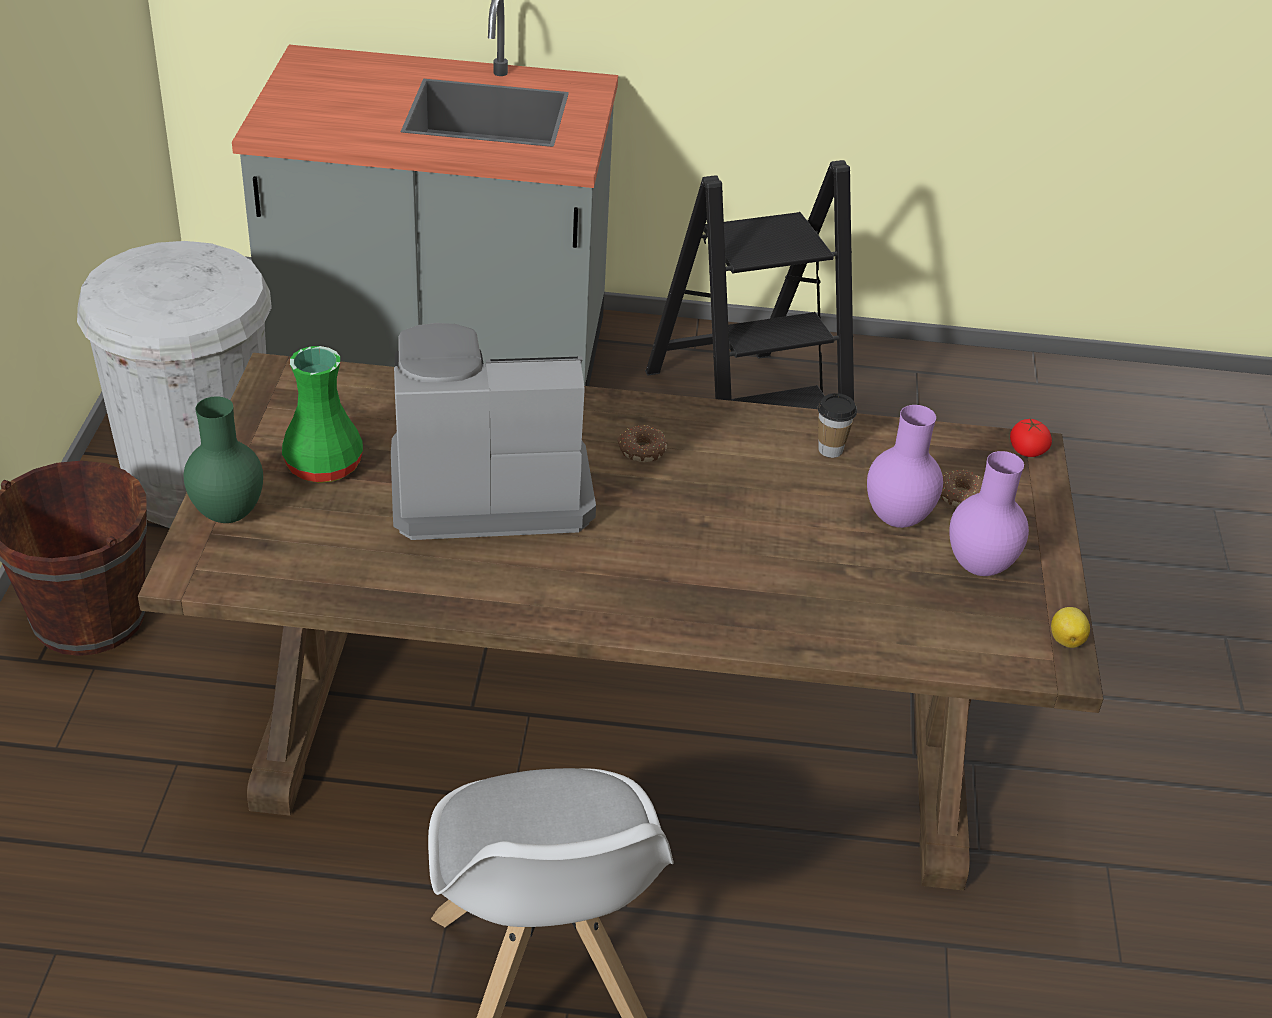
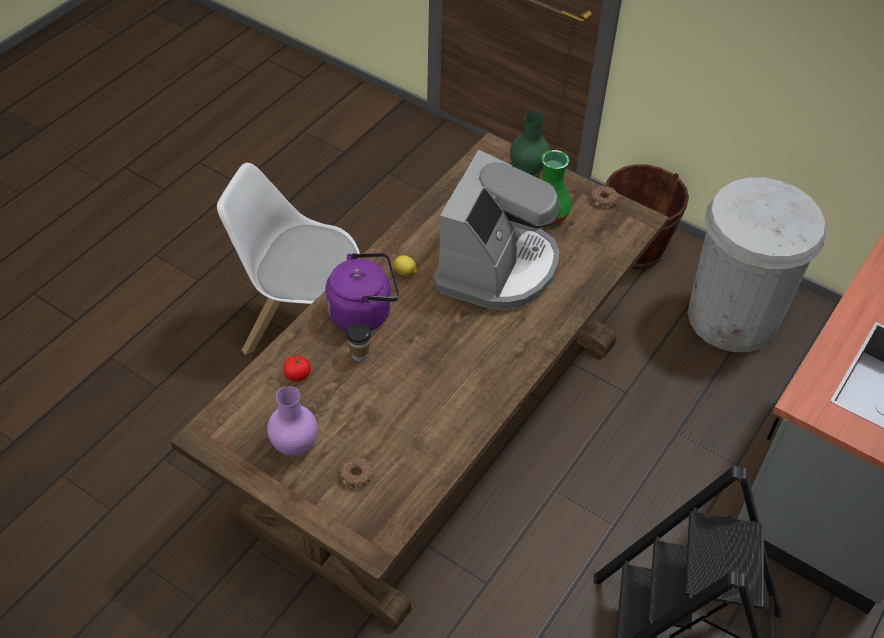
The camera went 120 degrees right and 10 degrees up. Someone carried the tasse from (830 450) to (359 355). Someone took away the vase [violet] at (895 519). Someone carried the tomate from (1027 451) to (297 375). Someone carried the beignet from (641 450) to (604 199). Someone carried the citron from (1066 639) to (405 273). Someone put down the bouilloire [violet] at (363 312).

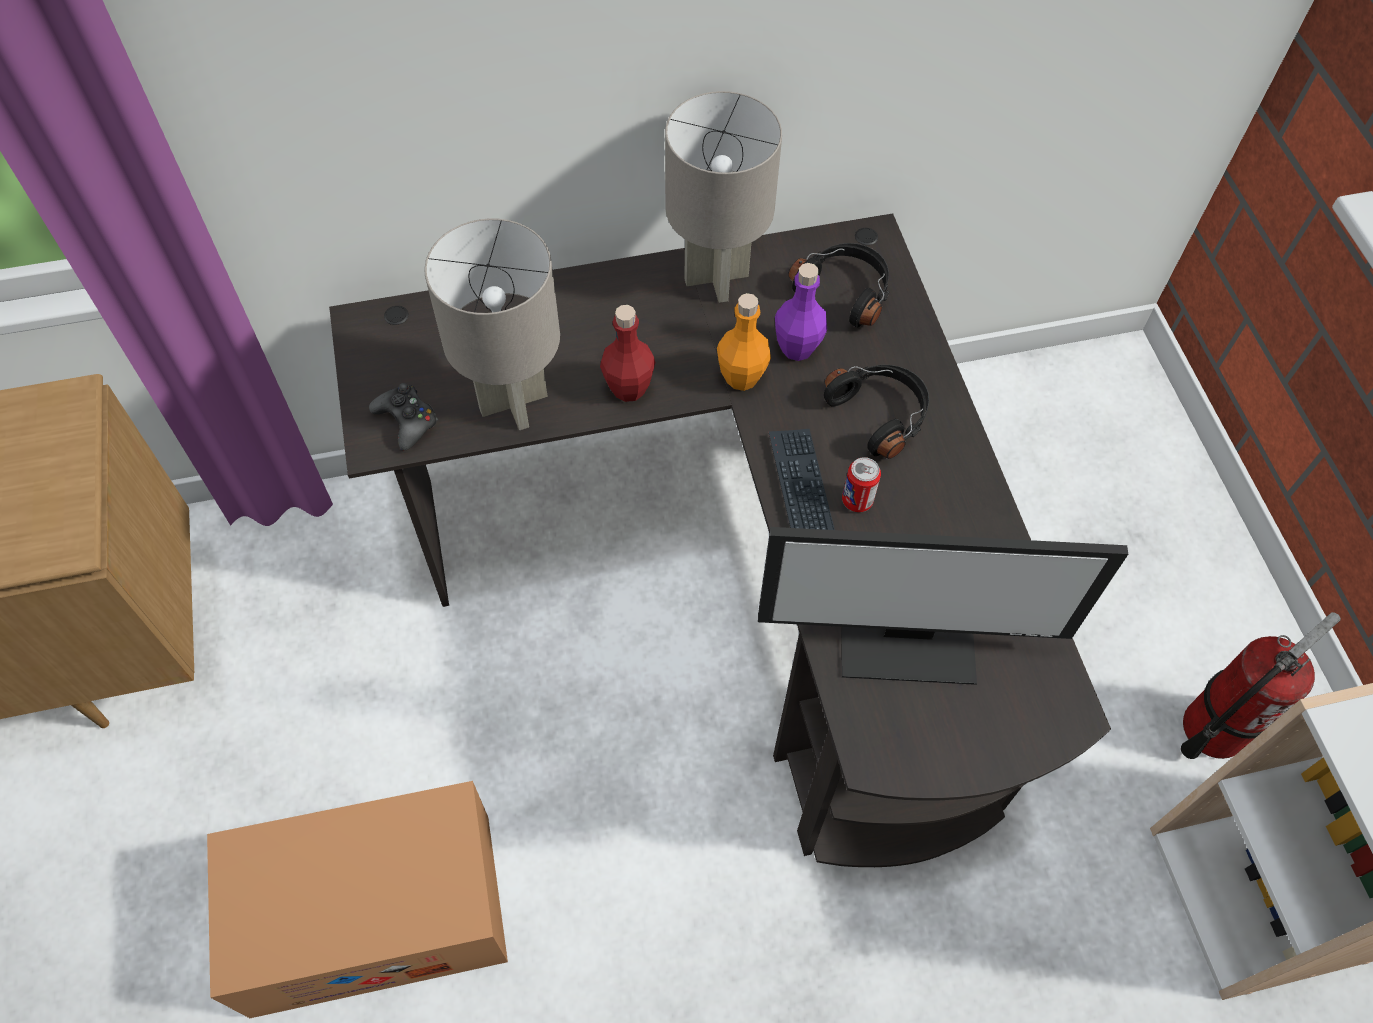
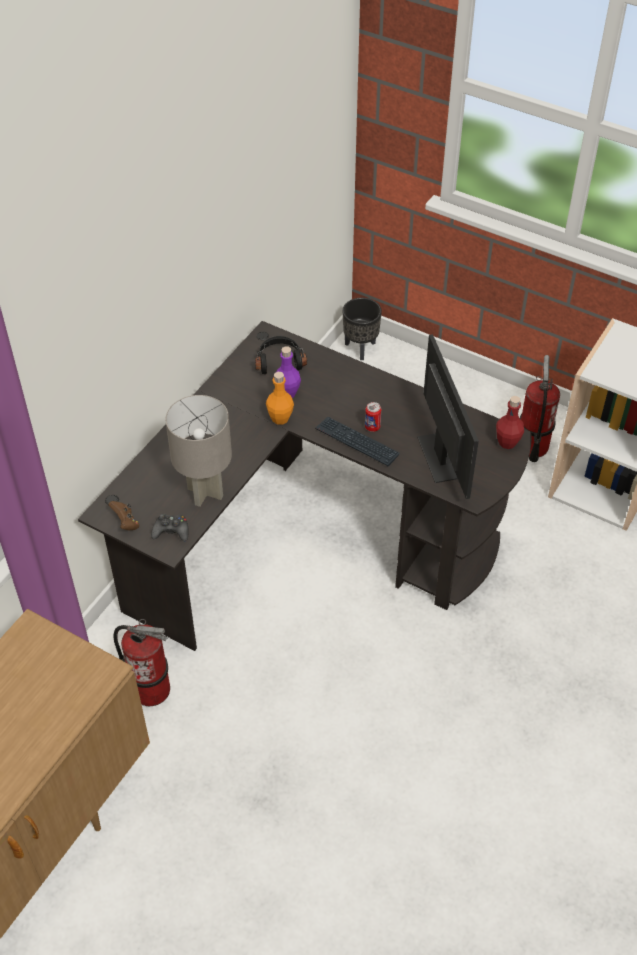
The camera went 45 degrees left and 10 degrees down. Someone took away the lampe de table [gris] at (717 277). Someone carried the bouteille [rouge] from (628 388) to (507 442). Someone took away the casque audio [noir] at (880 414). Someone rotated the écran d'ordinateur at (909 640) by 60 degrees counterclockwise. Someone took away the carton at (373 913). Someone put down the cache-pot [noir] at (361 348). Someone put down the manette [marron] at (126 522). Someone put down the extincteur at (151 689).

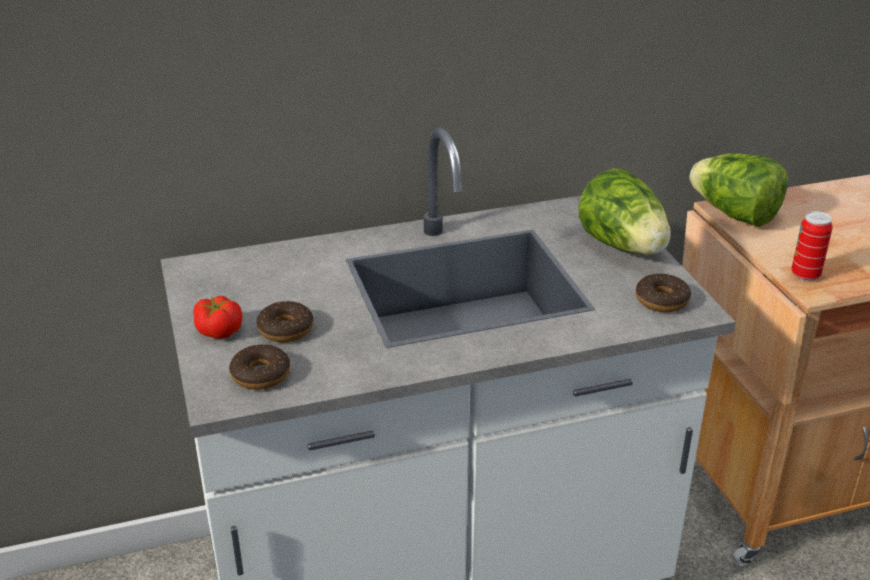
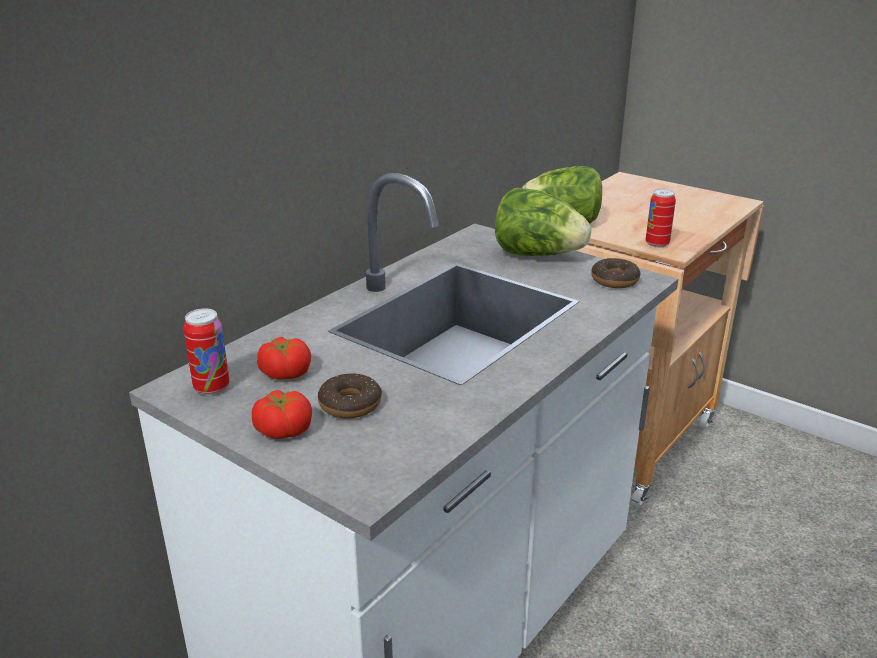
The camera went 35 degrees left and 5 degrees down. Someone took away the beignet at (260 375). Someone put down the boîte métallique at (211 388). Someone put down the tomate at (285 373).

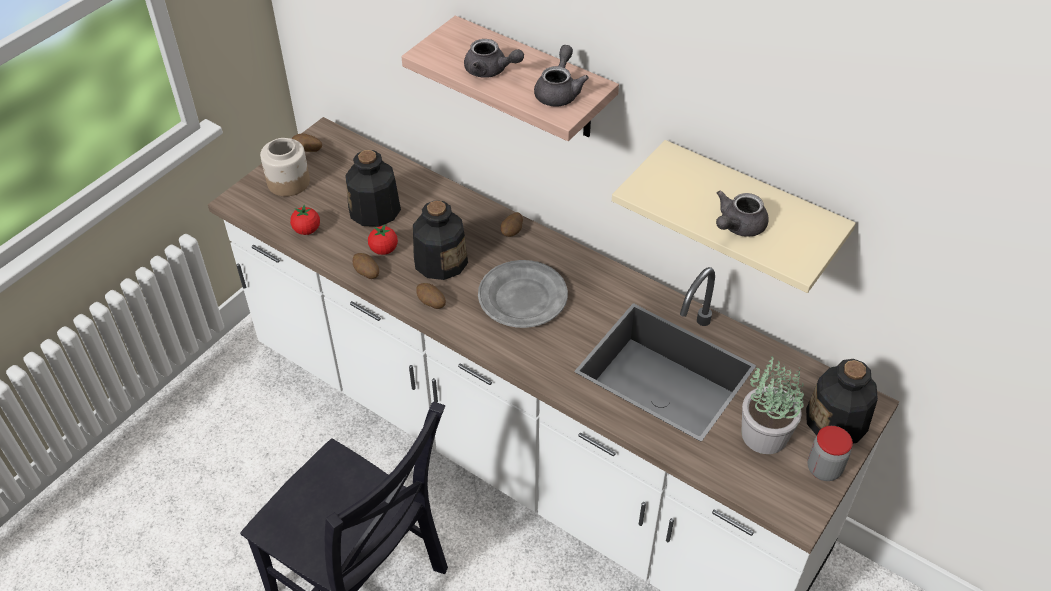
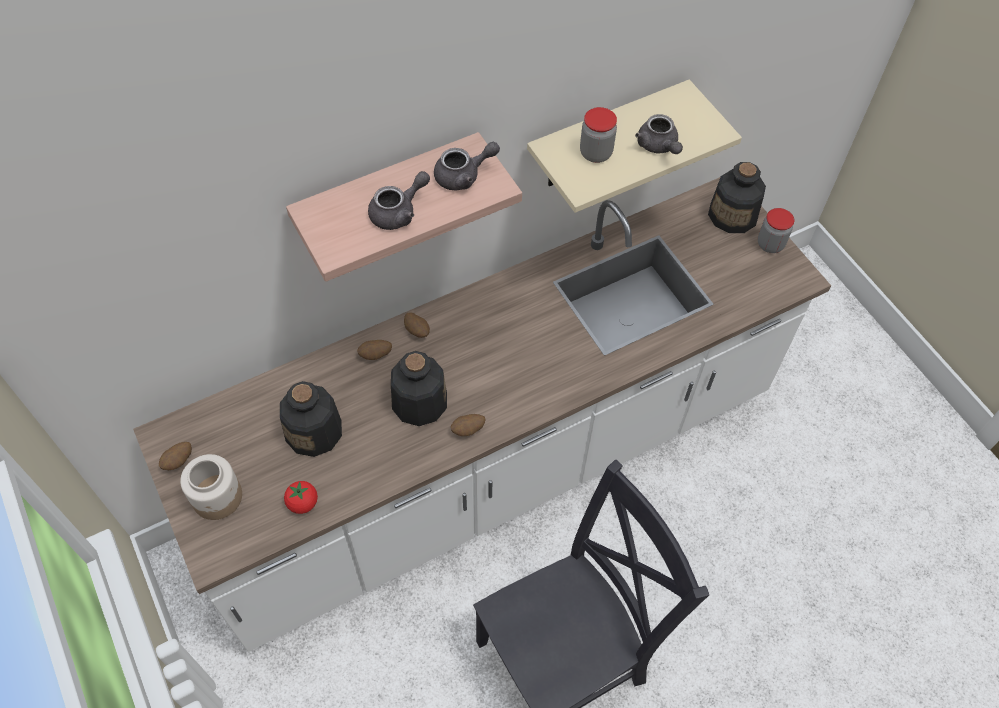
The camera went 65 degrees left and 10 degrees up. Someone rotated the théière [gris] at (559 91) by 120 degrees clockwise. Someone took away the tomate at (384 250). Someone carried the pomme de terre from (366 273) to (375 355). Someone took away the assiette [gris] at (522 298). Someone took away the plante en pot at (763 434). Someone put down the bocal at (595 153).

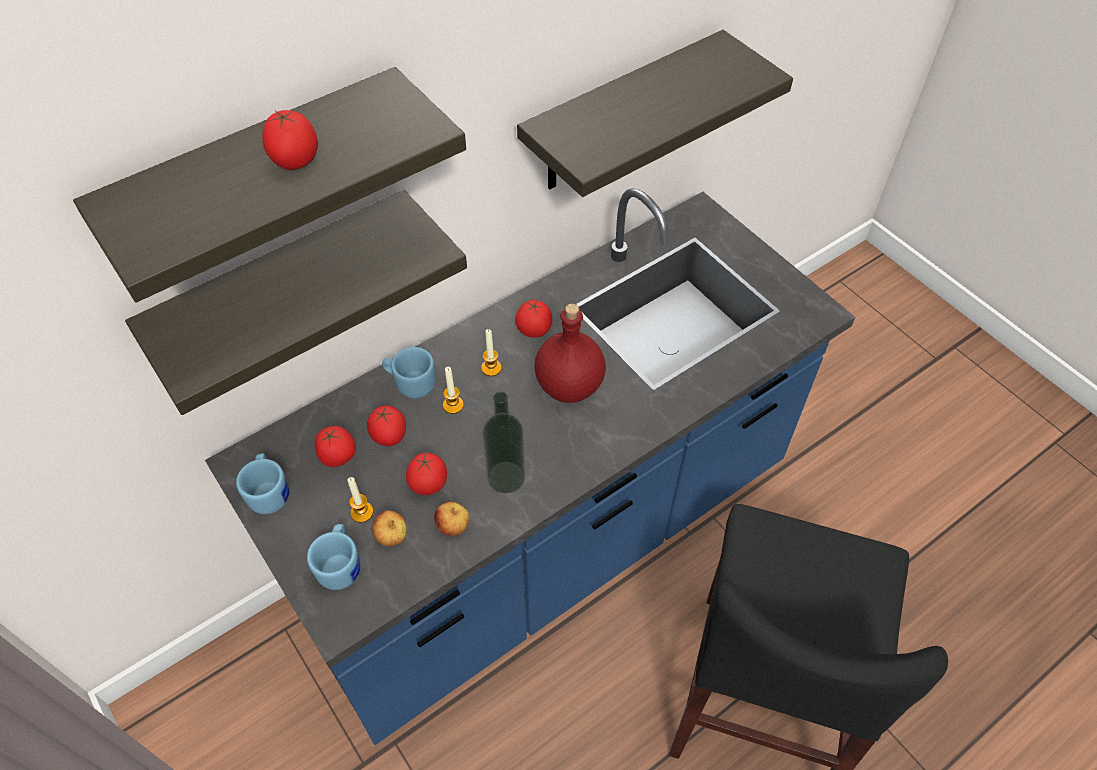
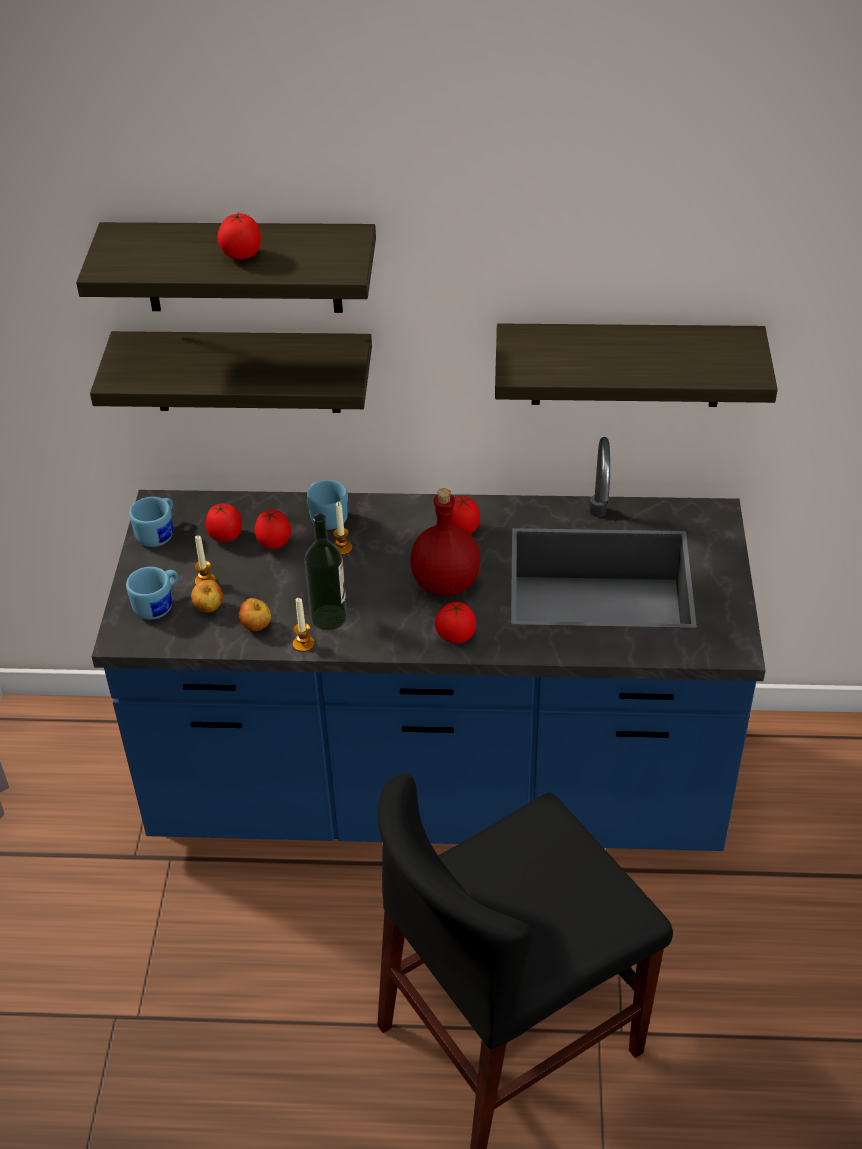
The camera went 40 degrees right and 10 degrees down. Someone carried the bougie from (491 368) to (303 644). Someone carried the tomate from (428 485) to (455 637).

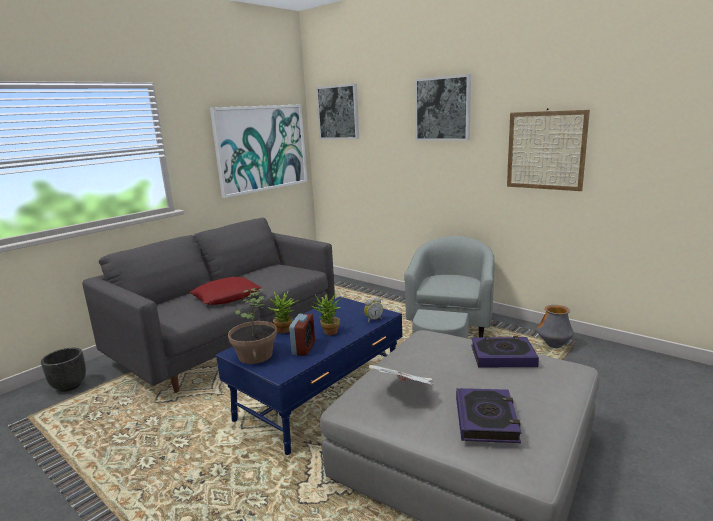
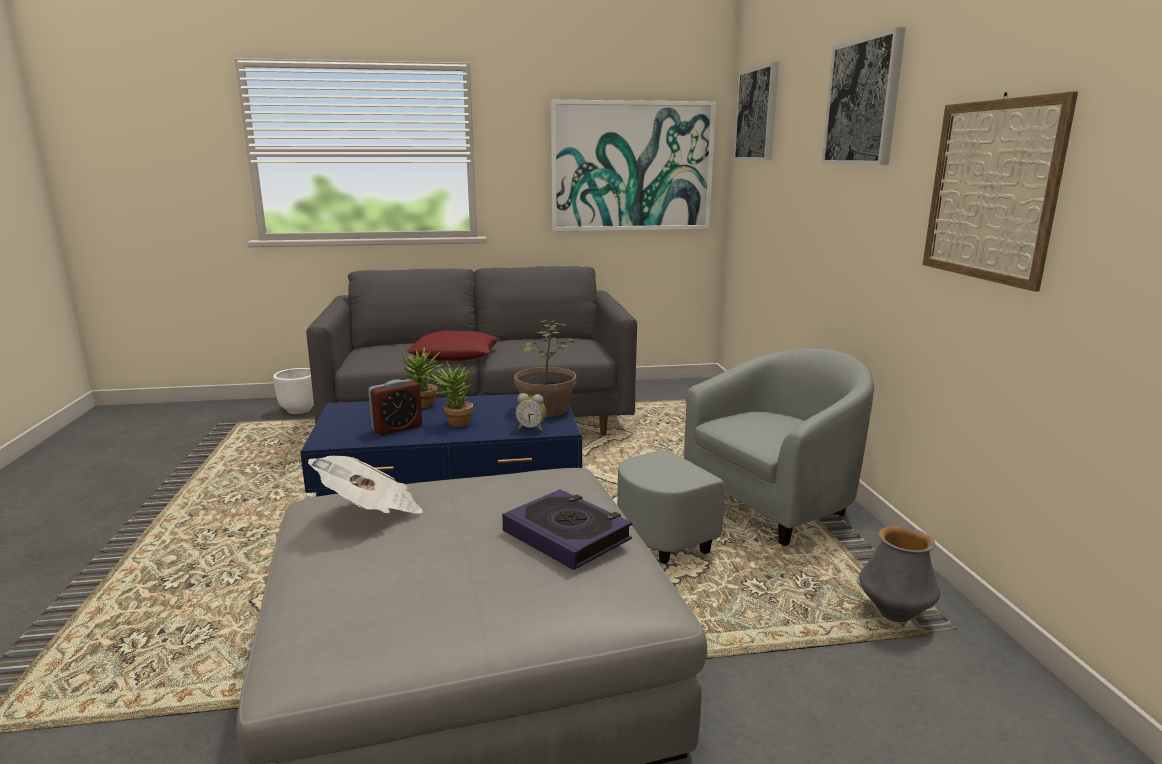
The camera went 40 degrees right and 0 degrees up. Someone carried the plante en pot from (255 355) to (545 409). Someone repainted the cache-pot [noir] at (69 386), which became the cache-pot [blanc] at (300 410). Someone took away the livre at (486 420).

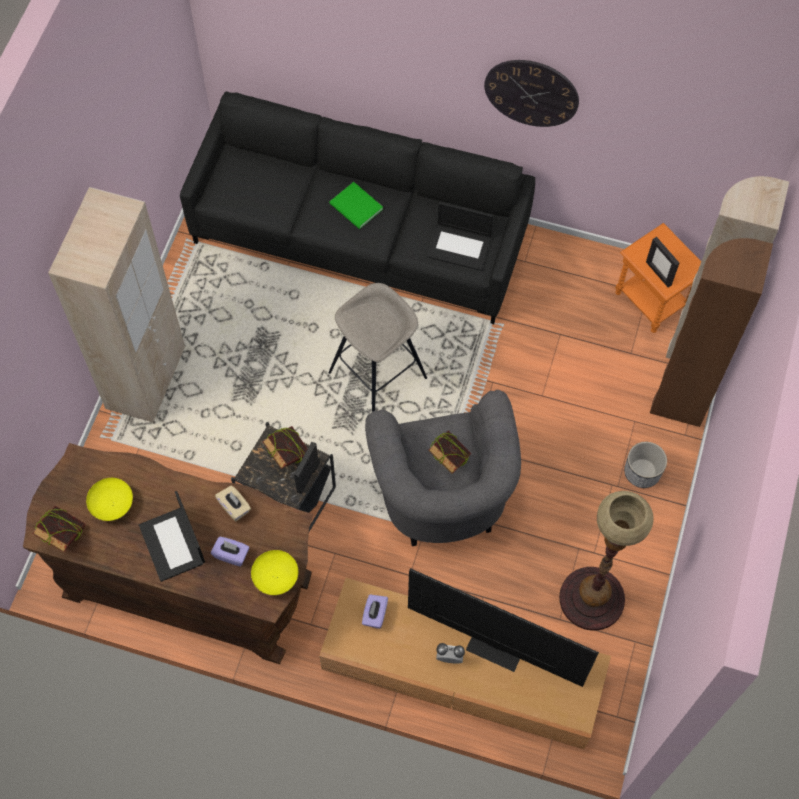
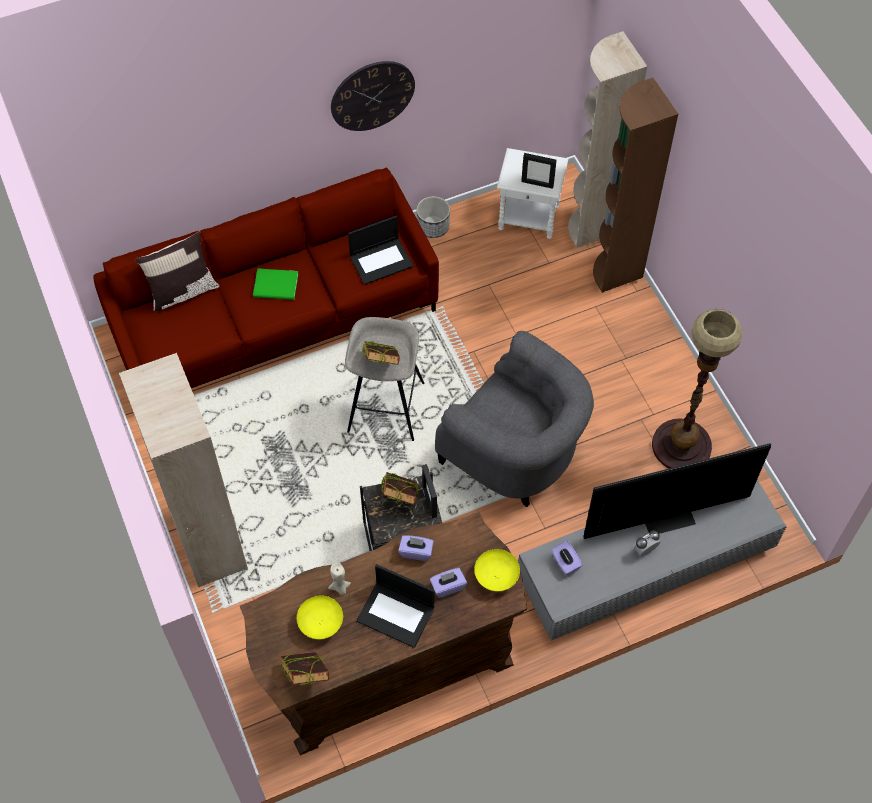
The camera went 40 degrees left and 5 degrees down. Someone repainted the canapé [noir] at (360 236), which became the canapé [rouge] at (276 319). Someone repainted the table d'appoint [orange] at (652 299), which became the table d'appoint [blanc] at (529 216). Someone carried the livre from (449 460) to (381 364). Someone carried the cache-pot from (642 472) to (433 227). Someone repainted the boîte à mouchoirs [beige] at (234 507), which became the boîte à mouchoirs [violet] at (416 552). Someone repainted the meuble télé [marron] at (461 674), which became the meuble télé [gris] at (645 566). Someone put down the coussin at (183 292). Someone put down the bougie [beige] at (340 588).

